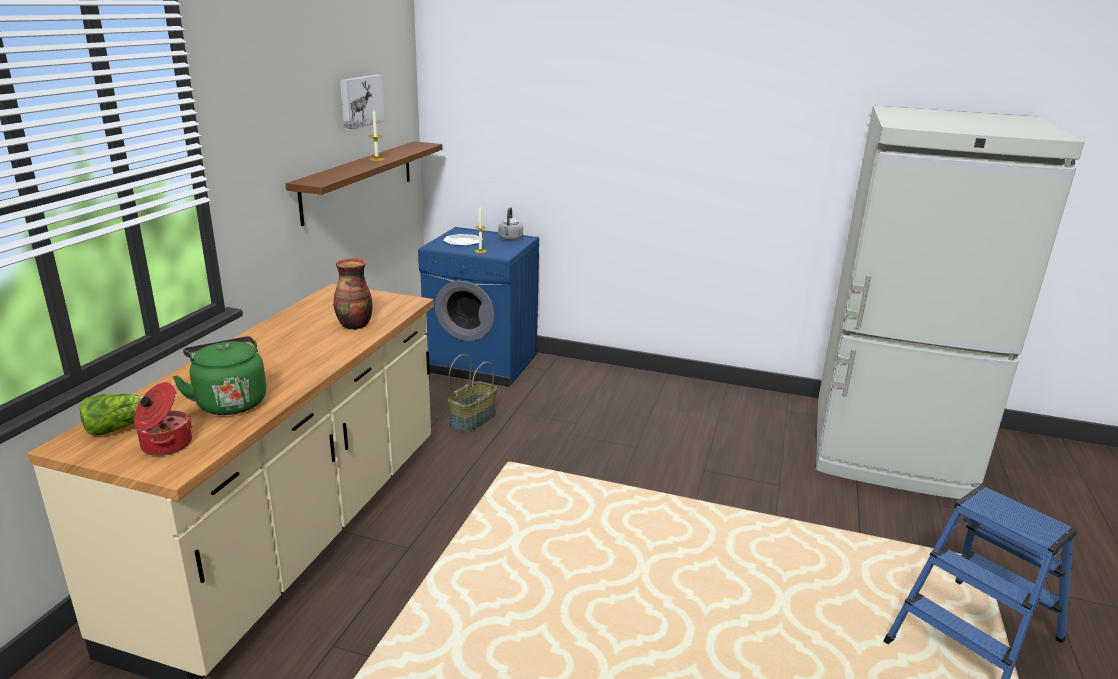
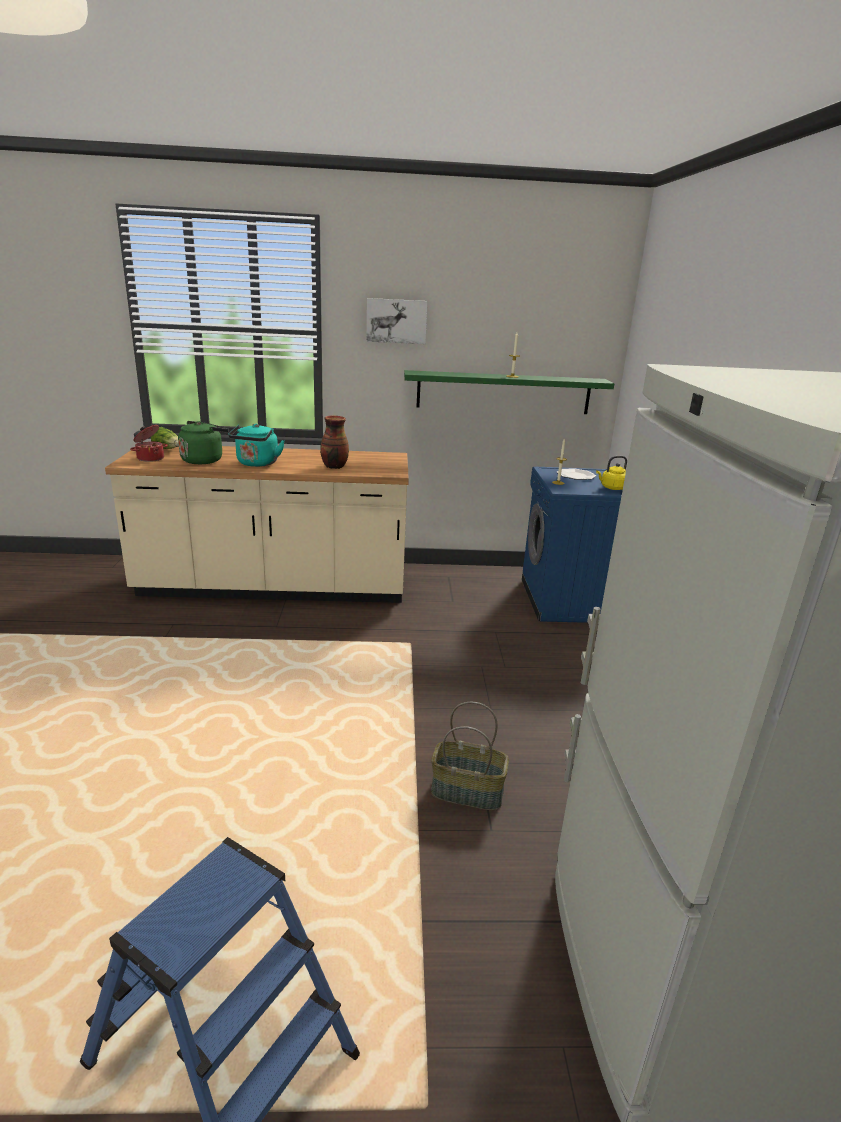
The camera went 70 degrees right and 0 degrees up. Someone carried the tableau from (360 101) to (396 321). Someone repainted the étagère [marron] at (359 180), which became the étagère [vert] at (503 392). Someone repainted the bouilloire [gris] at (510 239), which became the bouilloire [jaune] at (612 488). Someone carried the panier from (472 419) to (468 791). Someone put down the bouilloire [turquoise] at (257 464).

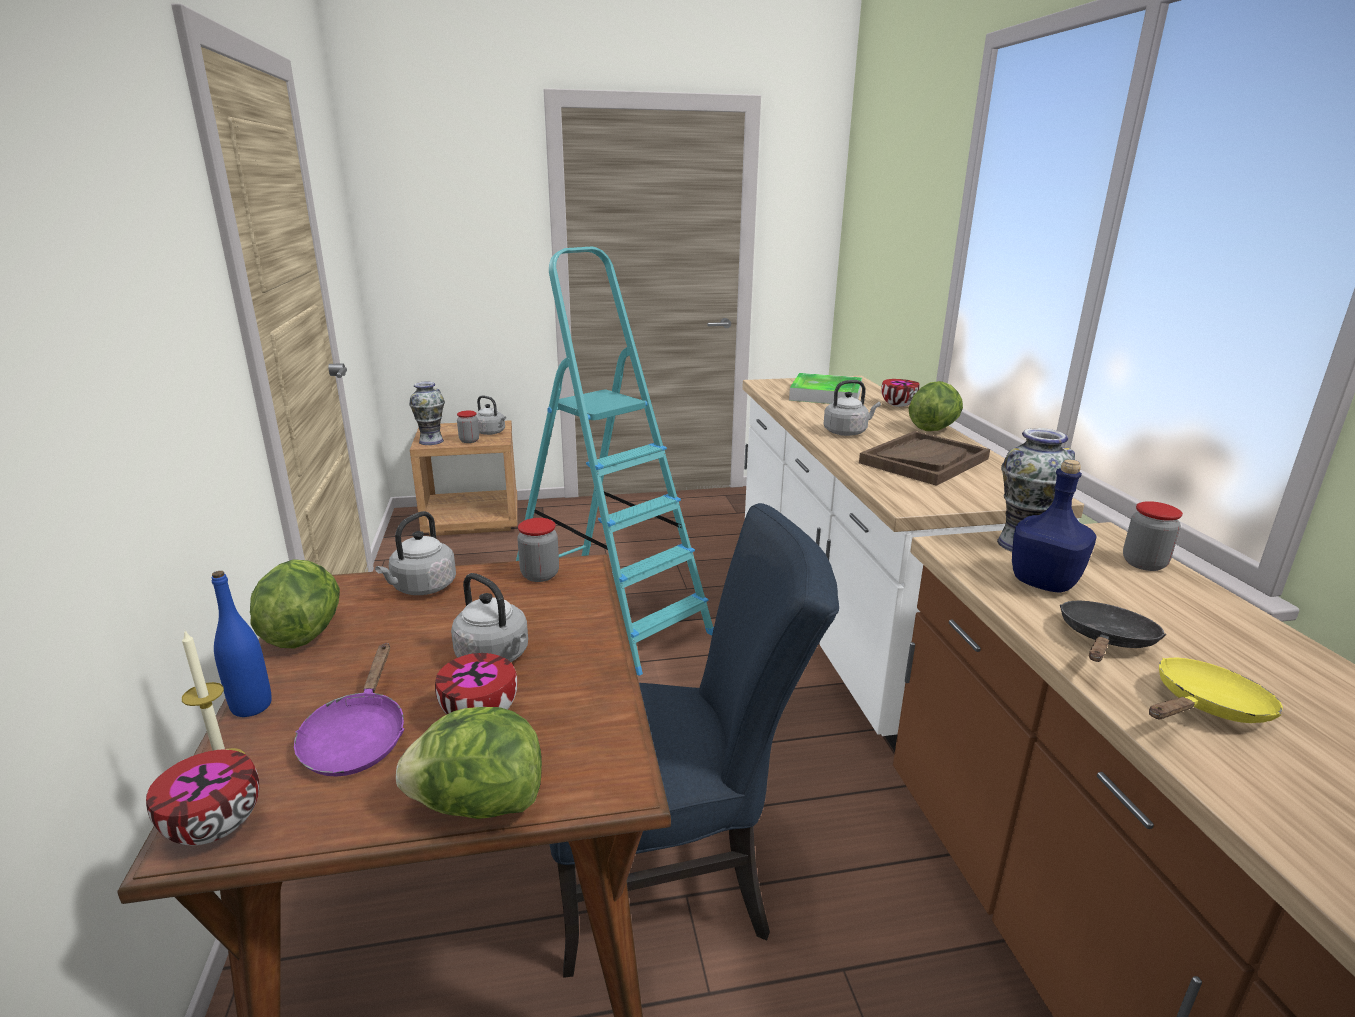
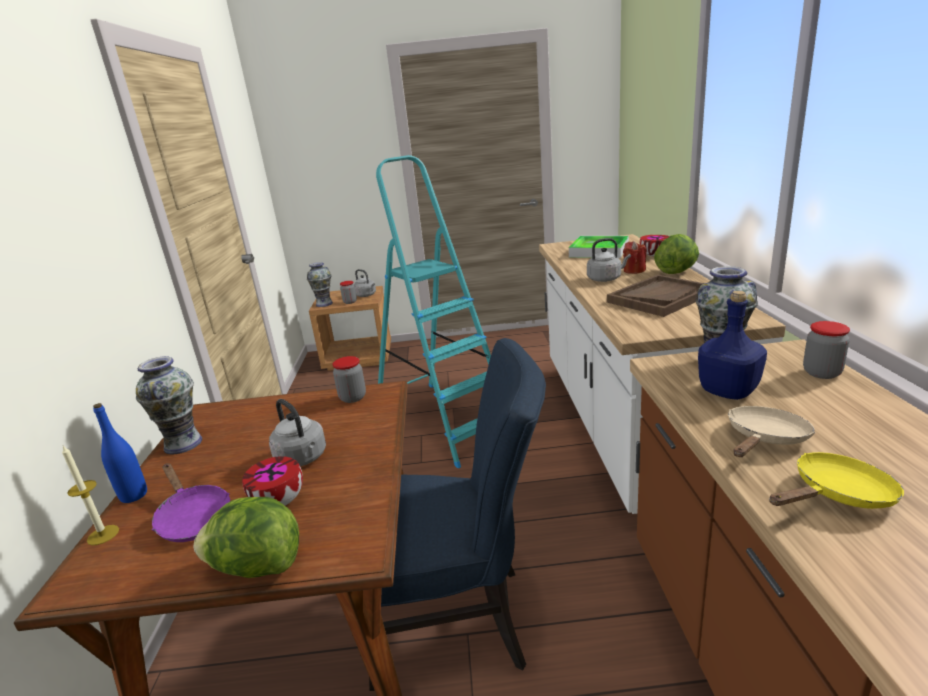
The camera went 10 degrees right and 0 degrees up. Someone took away the bouilloire [gris] at (422 588). Someone swapped the laitue at (303 633) for the vase at (182 443). Someone repainted the poêle [noir] at (1105 641), which became the poêle [beige] at (765 439). Someone rotated the poêle [violet] at (357 738) by 45 degrees counterclockwise. Someone took away the bol at (216 825). Someone put down the bougie [rouge] at (634 270).

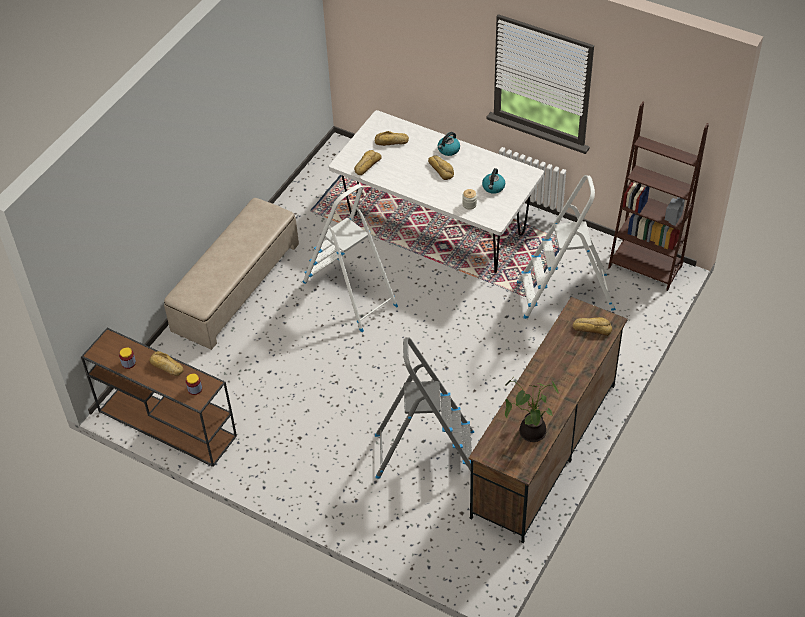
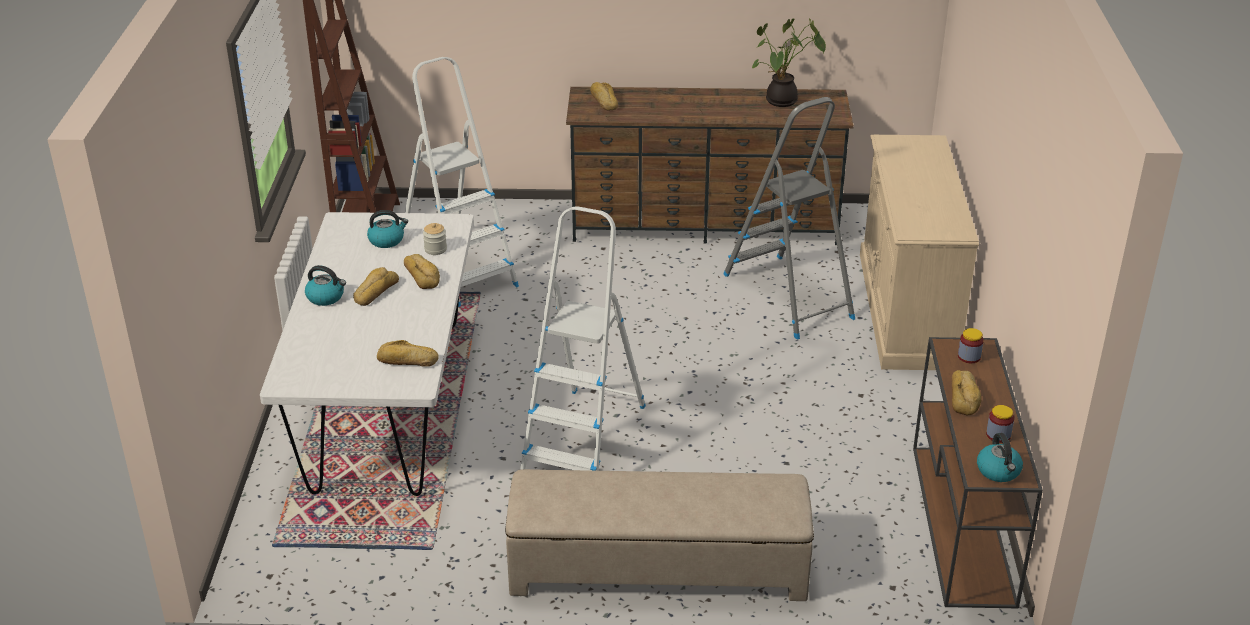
The camera went 120 degrees left and 15 degrees down. Someone carried the pain from (391 142) to (422 275). Someone put down the meuble de rangement [beige] at (905 310). Someone put down the bouilloire at (999 471).

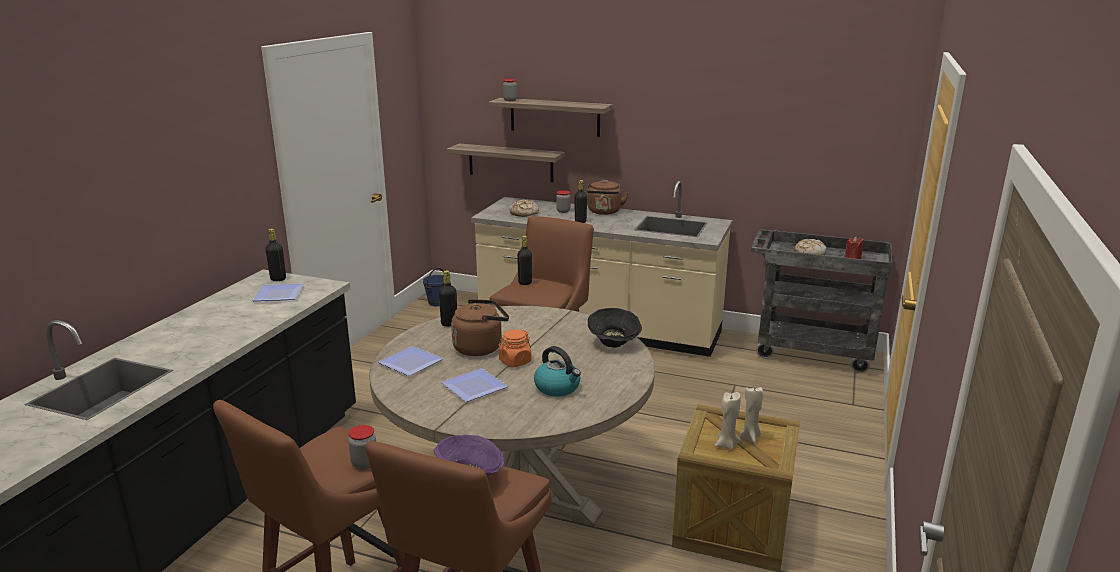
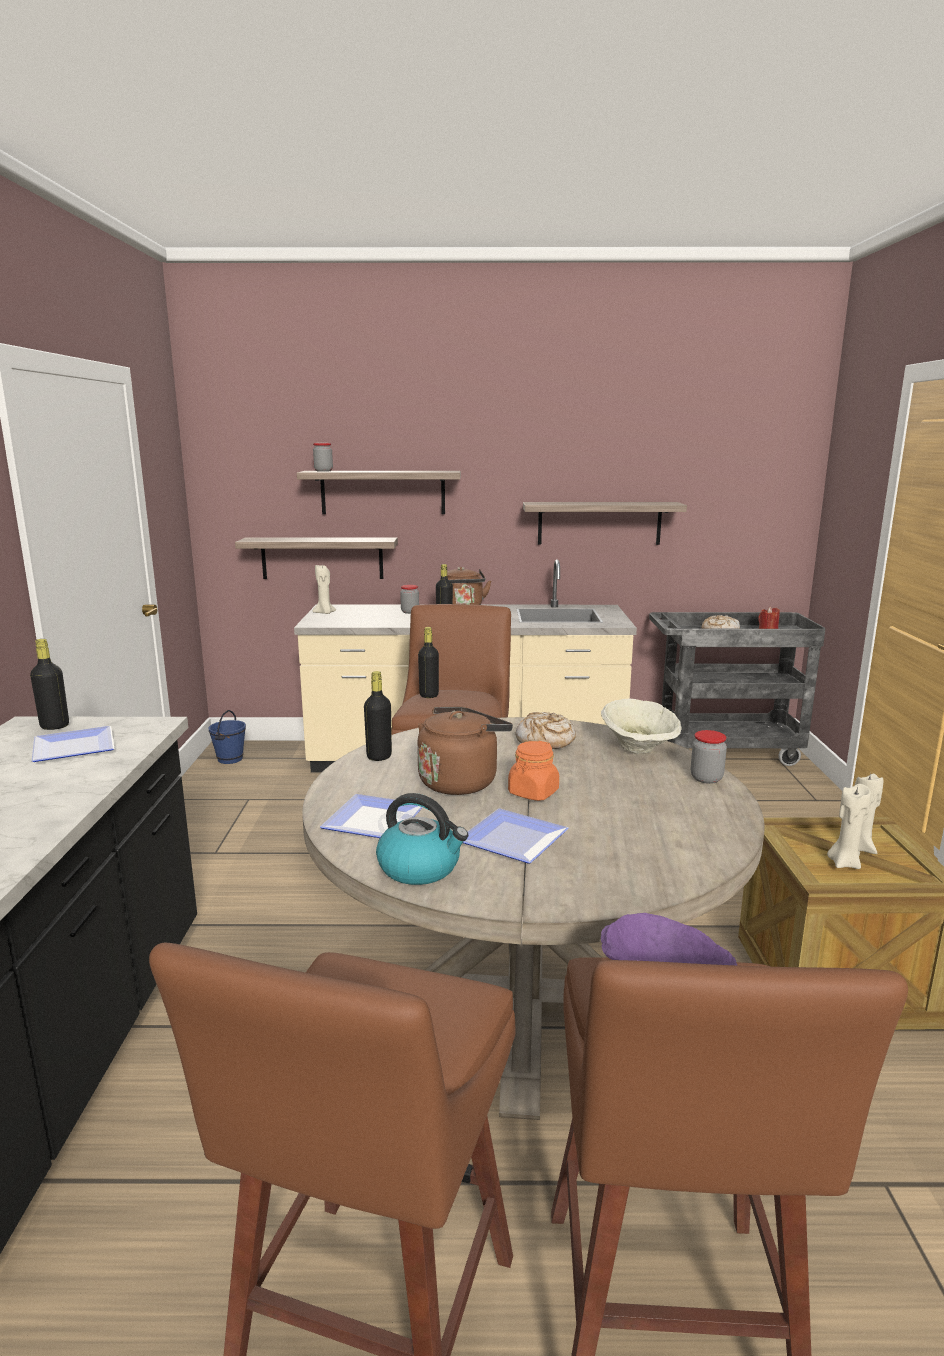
The camera went 20 degrees left and 5 degrees down. Someone carried the pain from (524 213) to (545 741). Someone repainted the bol [noir] at (614 344), which became the bol [beige] at (639 749). Someone carried the bouilloire from (558 388) to (420 868). Someone carried the bocal from (364 463) to (706 778). Someone put up the étagère at (599 523). Someone put down the bougie [beige] at (325 613).

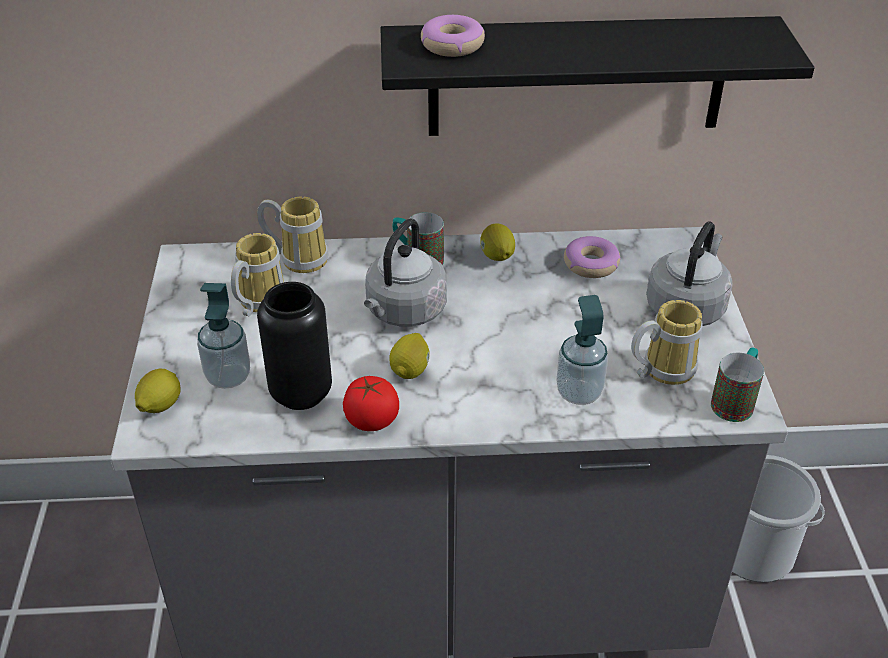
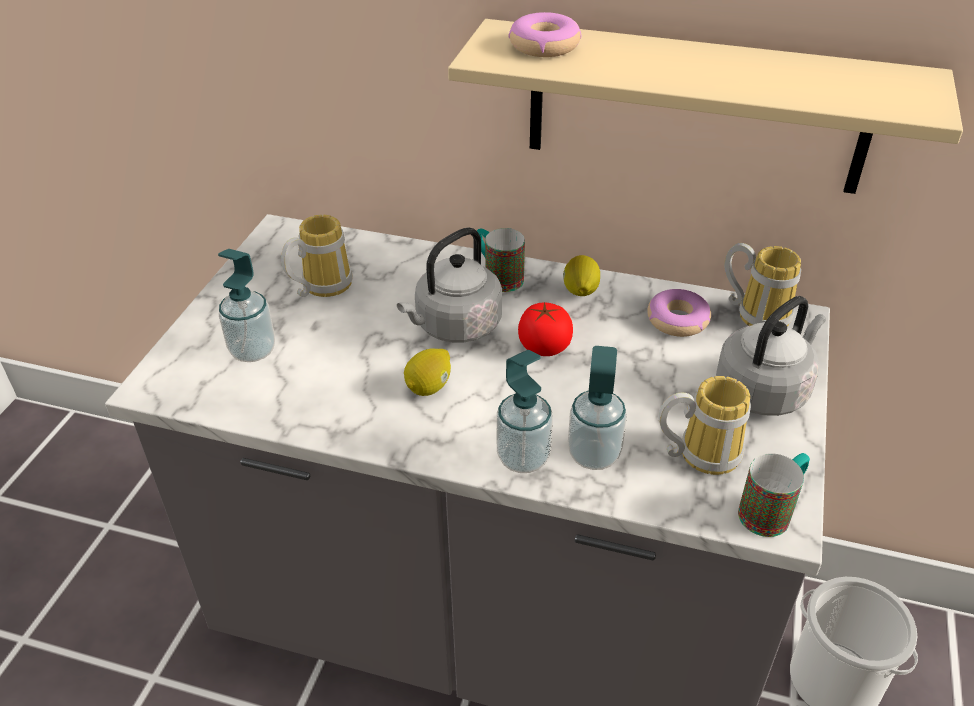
The camera went 20 degrees right and 0 degrees up. Someone repainted the étagère [noir] at (577 77), which became the étagère [beige] at (696 108). Someone carried the mug from (299 258) to (757 313). Someone took away the vase [noir] at (301 393). Someone took away the citron at (160 406). Someone carried the tomate from (371 420) to (544 347). Someone put down the distributeur de savon at (523 458).

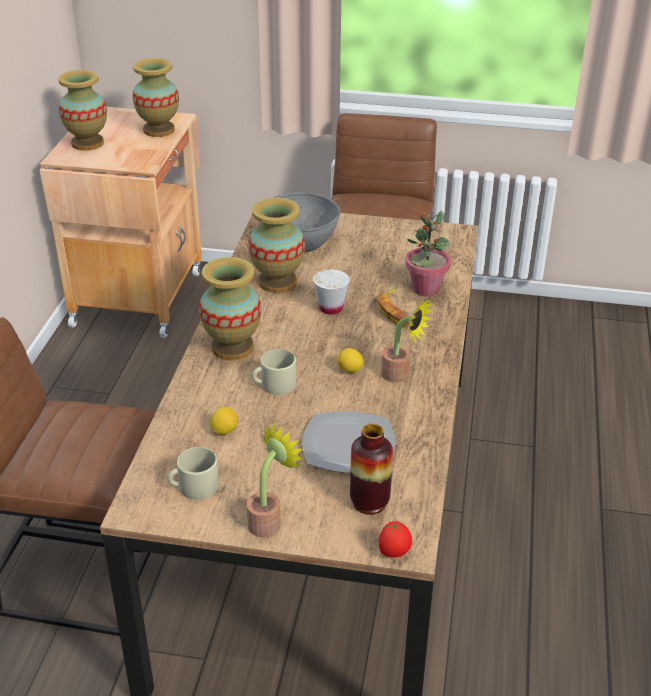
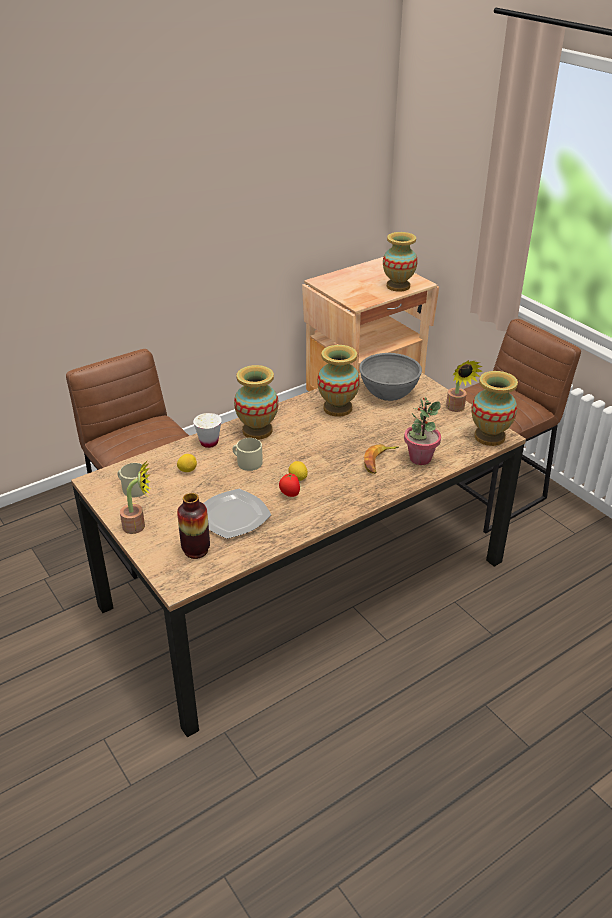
The camera went 45 degrees right and 0 degrees up. Someone carried the vase from (87 143) to (489 437). Someone carried the tasse [blanc] from (331 308) to (209 442). Someone carried the plante en pot from (400 375) to (456 409). Someone carried the tomate from (394 553) to (289 494).

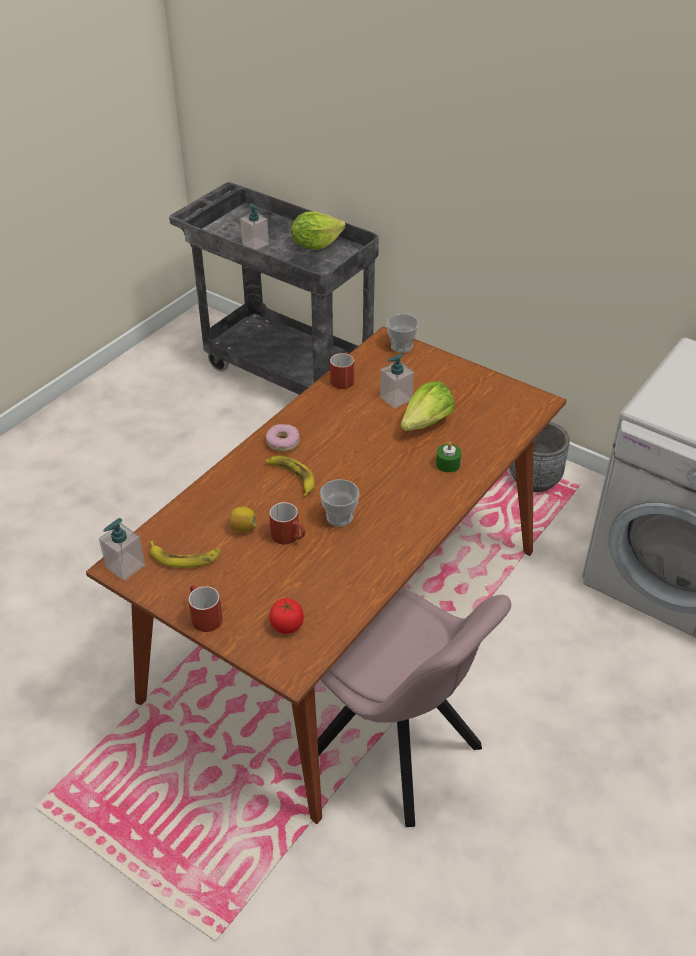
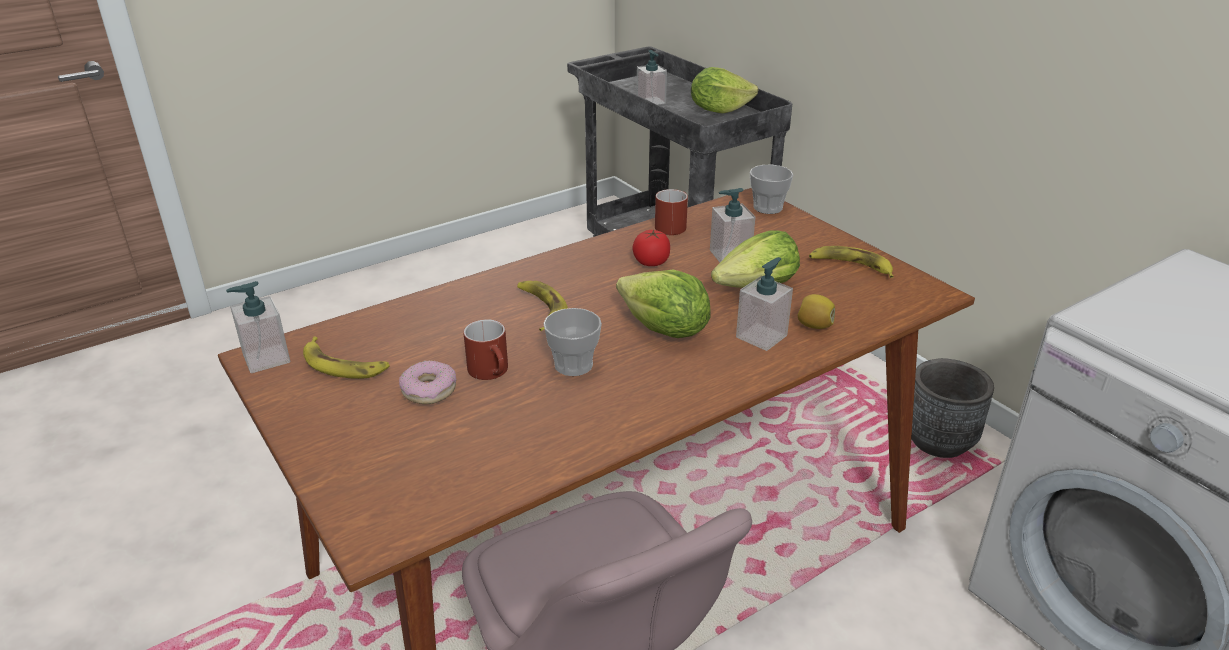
The camera went 20 degrees right and 10 degrees down. Someone carried the beignet from (283 442) to (429 390). Someone swapped the bougie [vert] at (448 464) for the distributeur de savon at (761 336). Someone carried the citron from (243 528) to (814 325). Someone took away the mug [rouge] at (203 616). Someone carried the tomate from (287 625) to (651 262). Someone put down the banane at (851 266). Someone put down the laitue at (664 330).

